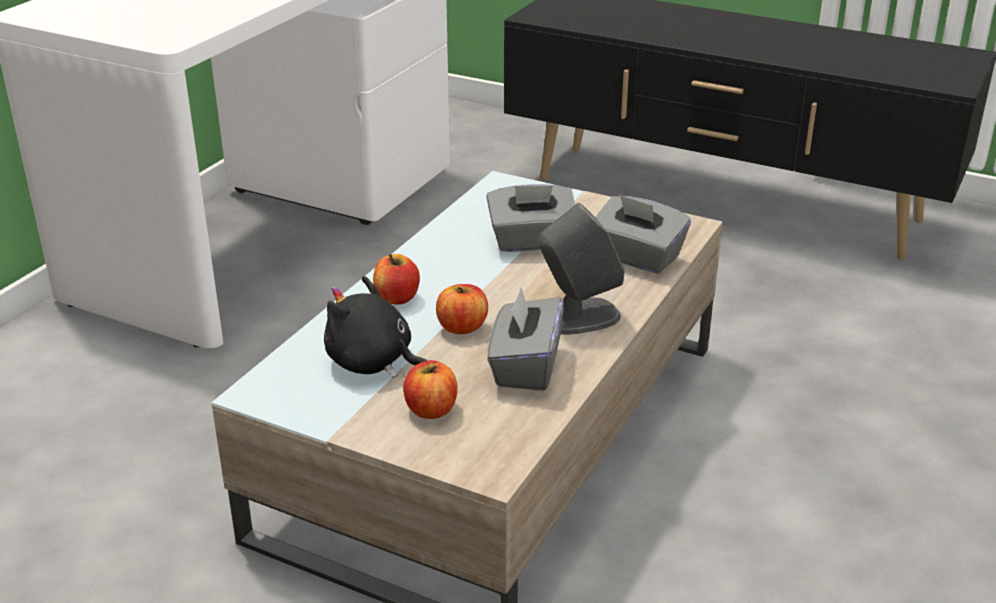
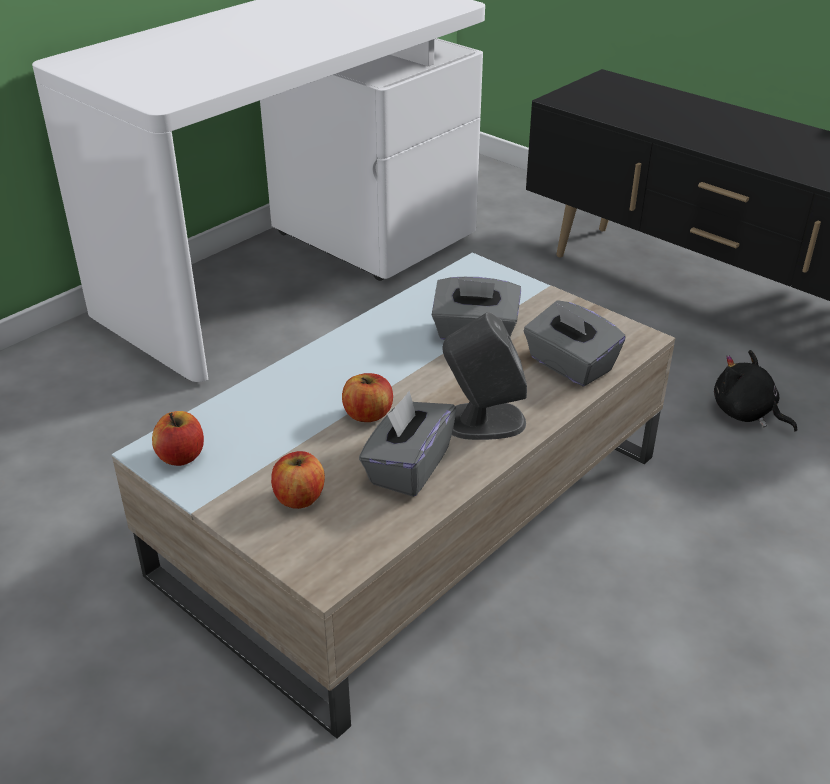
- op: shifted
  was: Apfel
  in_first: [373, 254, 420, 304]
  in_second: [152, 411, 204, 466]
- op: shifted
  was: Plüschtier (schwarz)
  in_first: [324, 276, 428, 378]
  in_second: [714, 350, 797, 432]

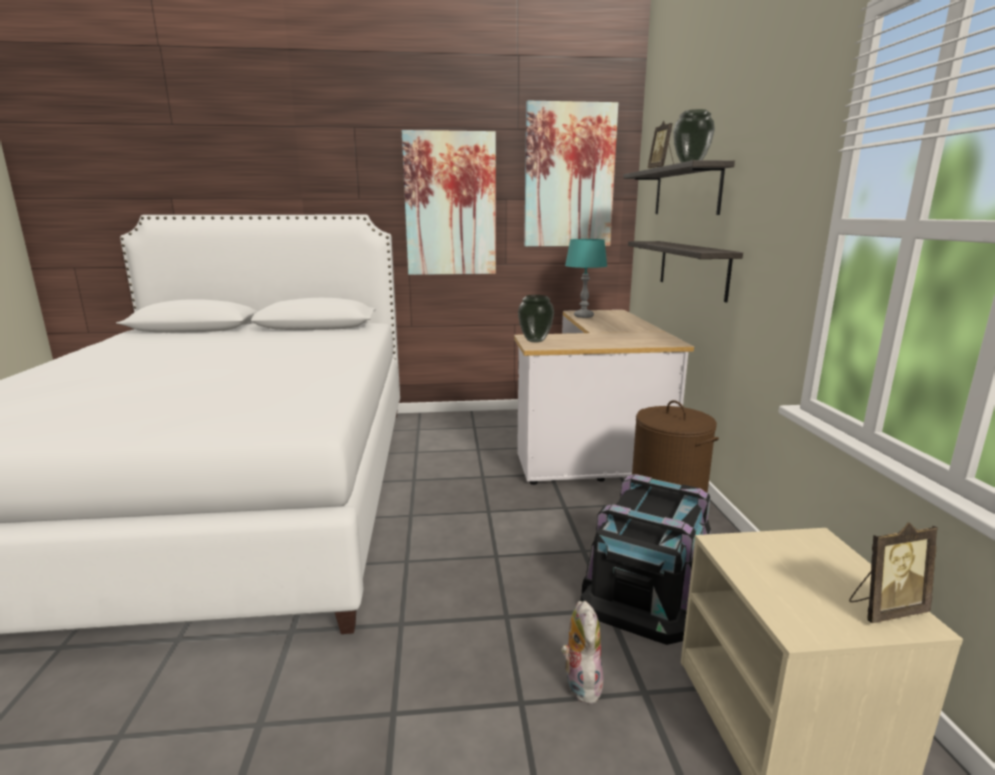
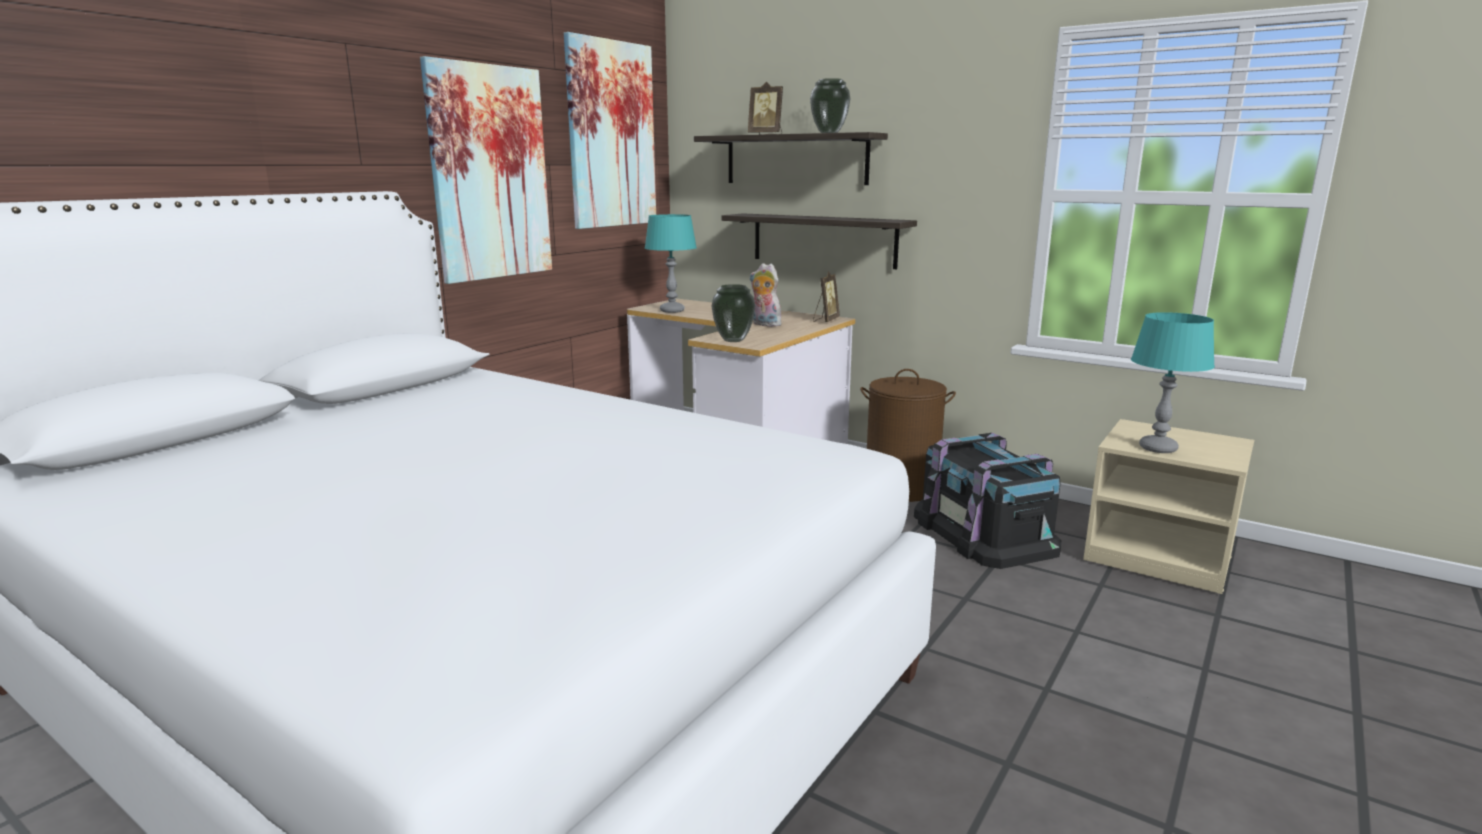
- op: shifted
  was: Plüschtier
  in_first: [561, 601, 605, 705]
  in_second: [750, 263, 781, 327]
- op: shifted
  was: Bilderrahmen
  in_first: [849, 522, 938, 623]
  in_second: [813, 271, 840, 322]
- op: new
  now: Tischlampe (türkis)
  in_second: [1131, 312, 1215, 453]

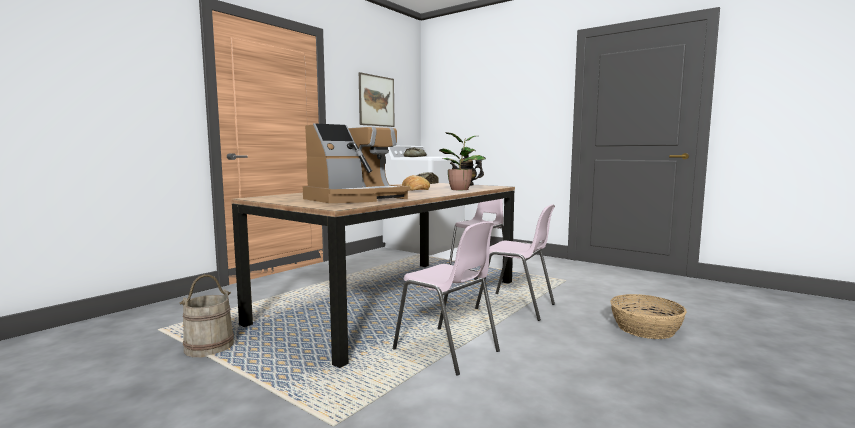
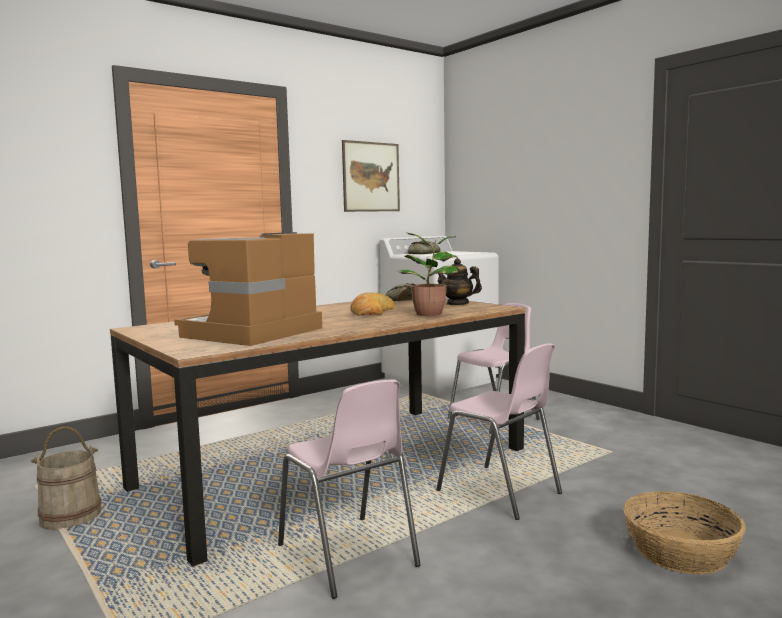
- op: rotated
  was: Kaffeemaschine
  in_first: [303, 123, 410, 203]
  in_second: [174, 232, 322, 346]
  clockwise: 150

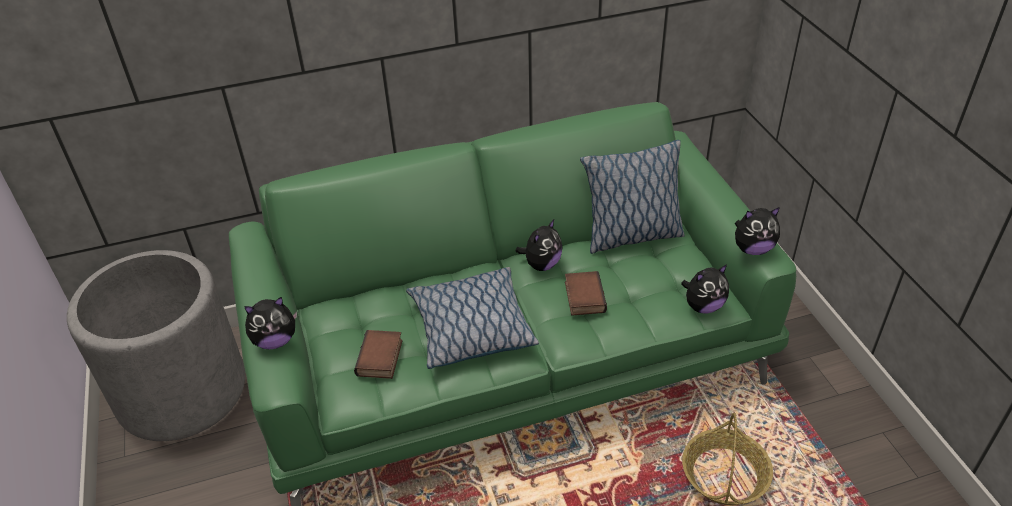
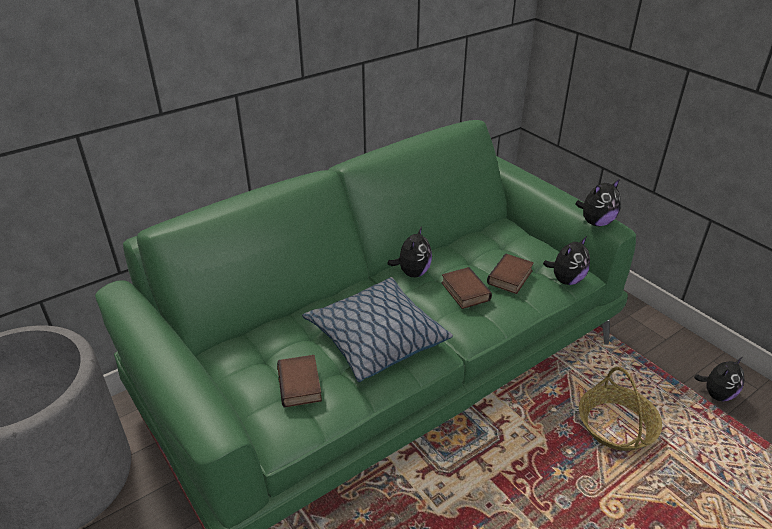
- op: new
  now: Buch
  in_second: [487, 253, 534, 294]
- op: shifted
  was: Plüschtier
  in_first: [244, 297, 297, 349]
  in_second: [694, 357, 744, 401]
- op: gone
  was: Kissen
  in_first: [580, 140, 685, 254]

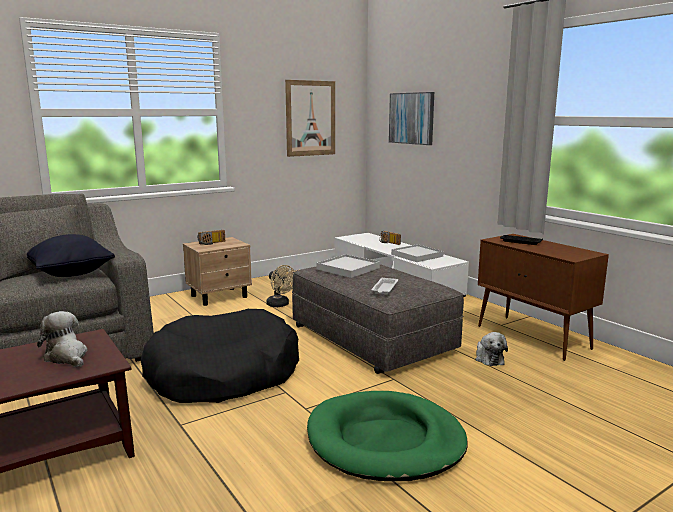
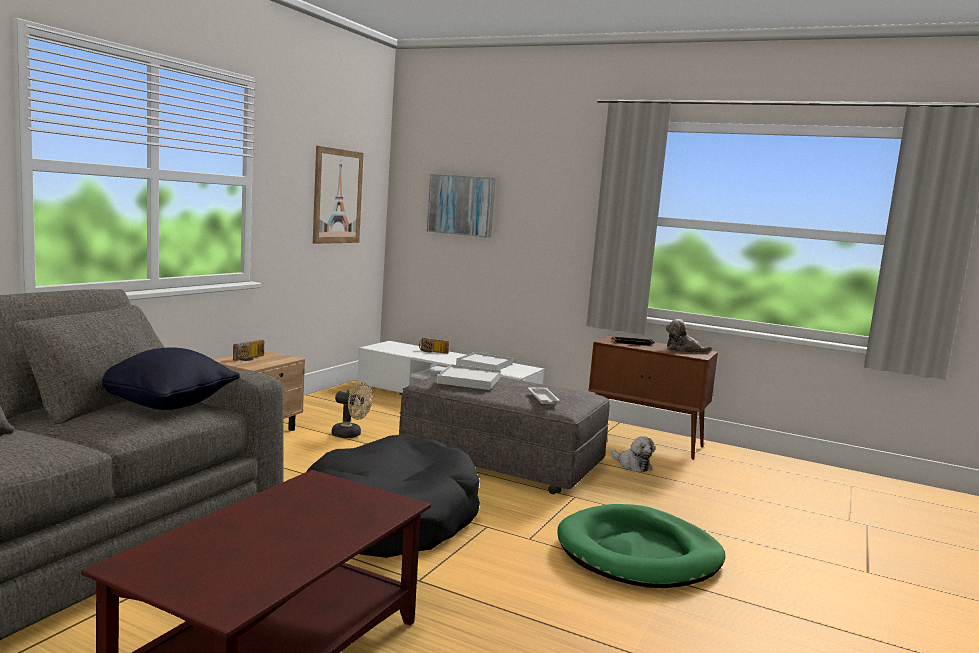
- op: shifted
  was: Plüschtier
  in_first: [37, 311, 88, 367]
  in_second: [666, 319, 712, 353]

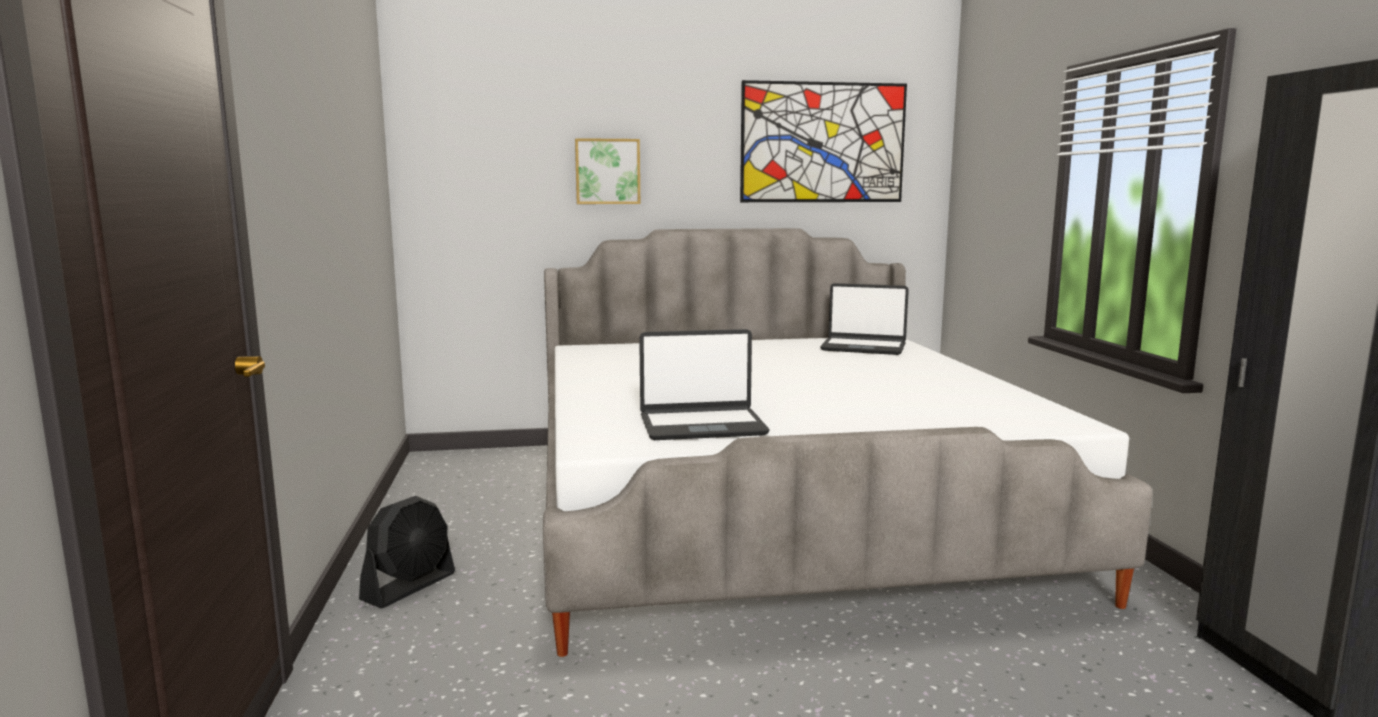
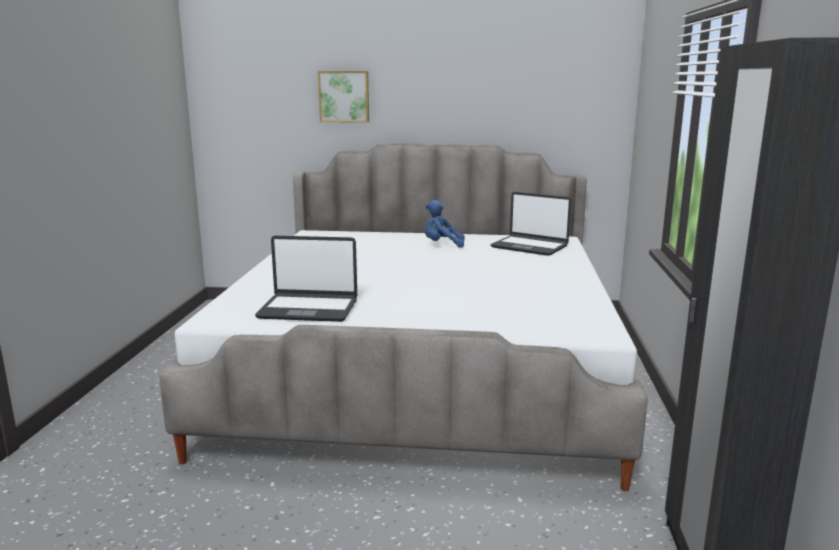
- op: new
  now: Plüschtier (blau)
  in_second: [425, 200, 465, 248]
- op: gone
  was: Ventilator (schwarz)
  in_first: [359, 496, 455, 608]
- op: gone
  was: Bild
  in_first: [740, 80, 907, 202]

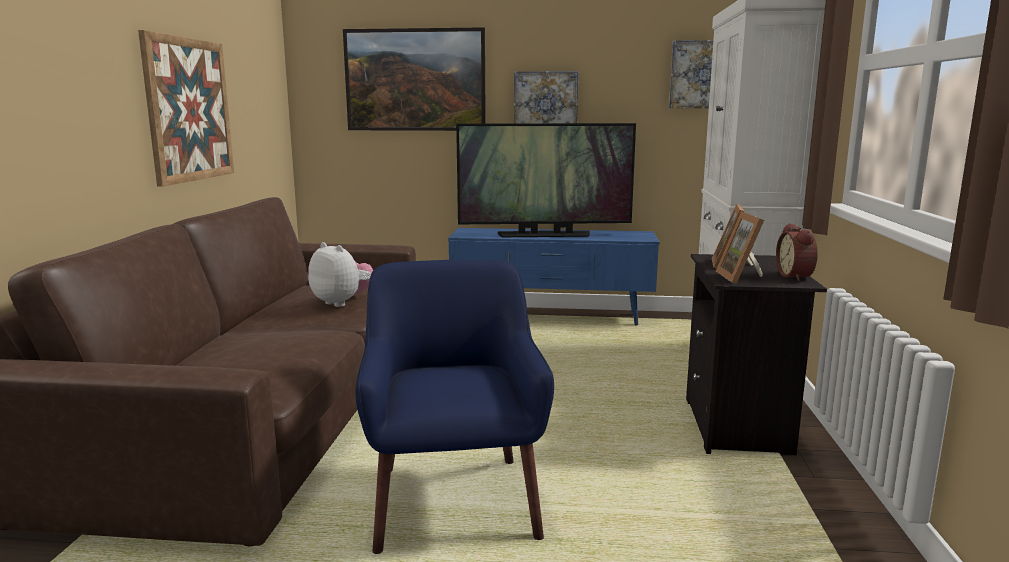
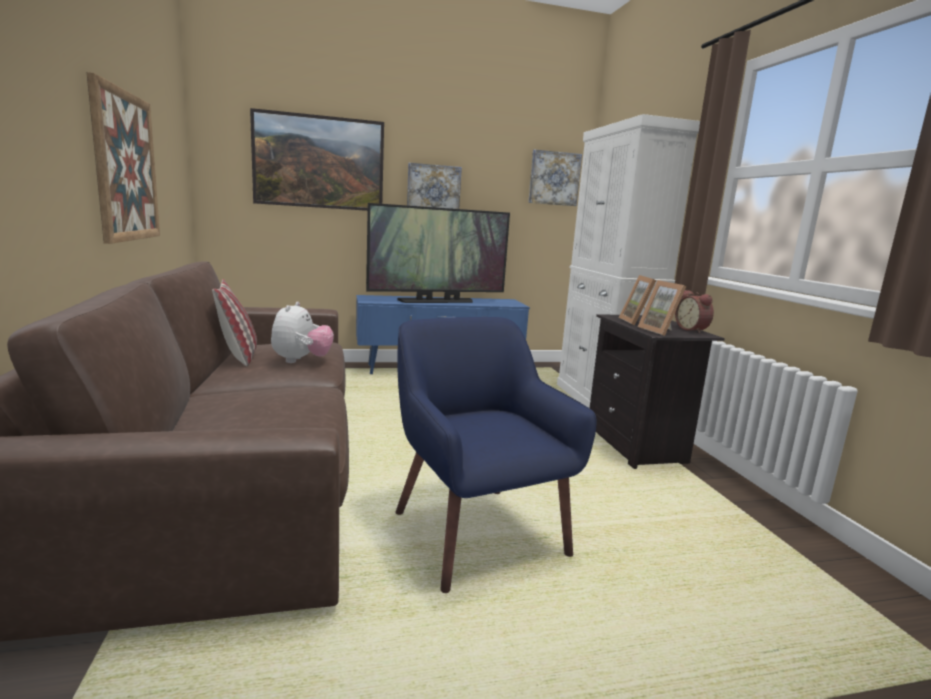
- op: new
  now: Kissen
  in_second: [212, 279, 257, 366]
- op: rotated
  was: Plüschtier
  in_first: [308, 242, 373, 307]
  in_second: [271, 302, 334, 363]
  clockwise: 75

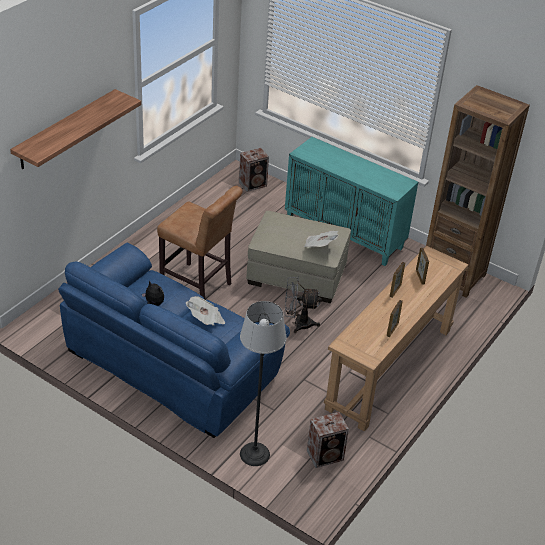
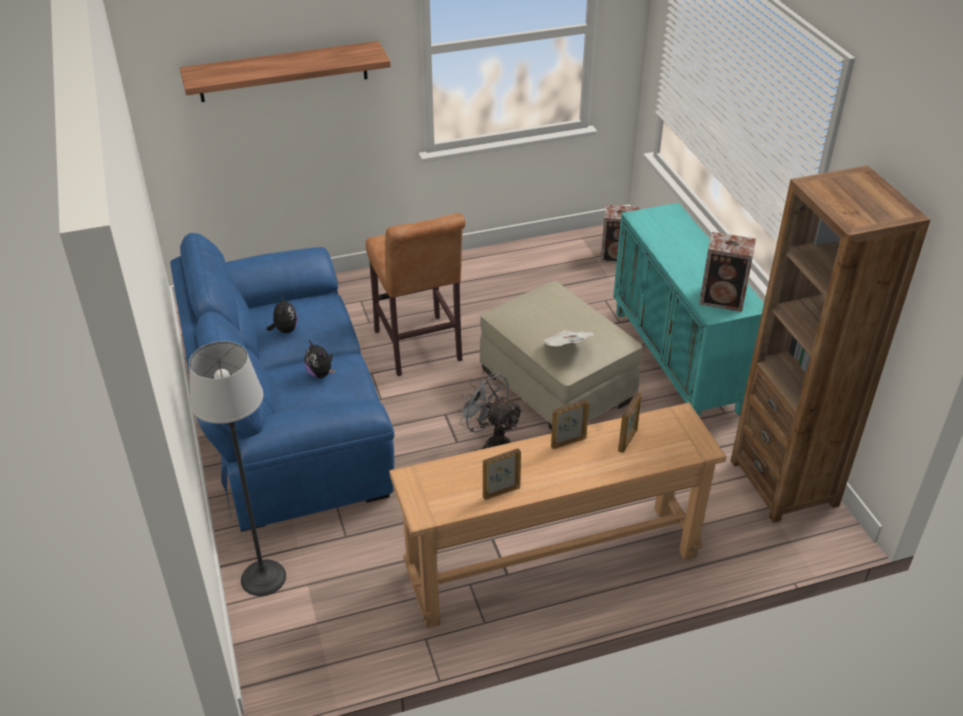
- op: swapped
  was: Zeitung
  now: Plüschtier
  in_first: [186, 296, 225, 326]
  in_second: [304, 340, 335, 378]
- op: shifted
  was: Lautsprecher
  in_first: [307, 412, 349, 468]
  in_second: [699, 232, 756, 312]

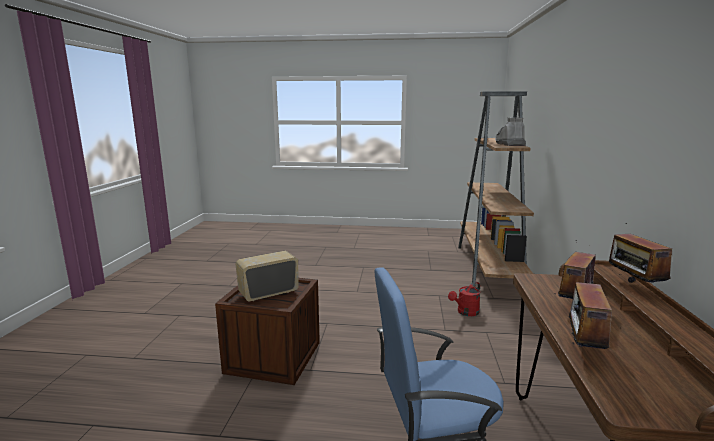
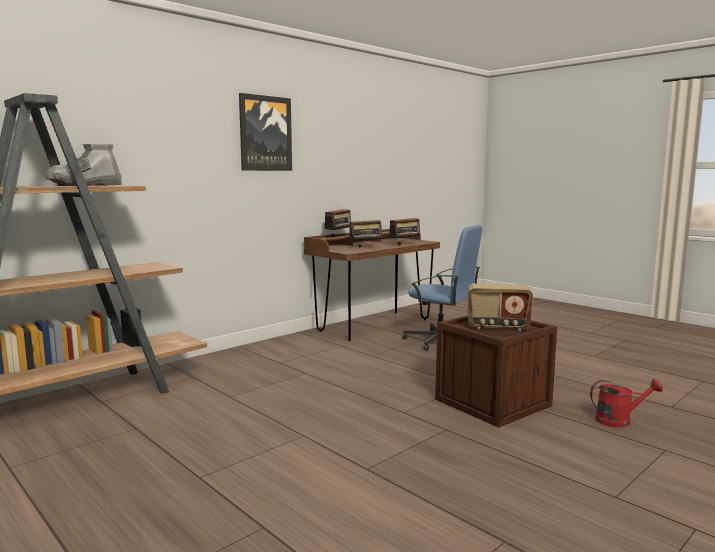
- op: new
  now: Bild
  in_second: [239, 93, 292, 171]
- op: shifted
  was: Gießkanne (rot)
  in_first: [448, 281, 480, 316]
  in_second: [590, 379, 663, 428]

